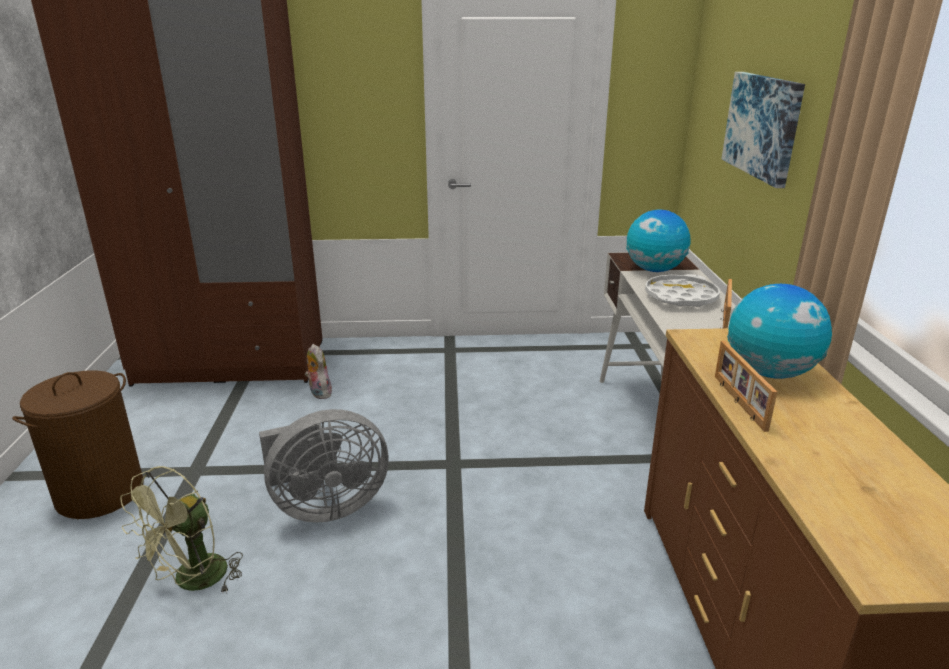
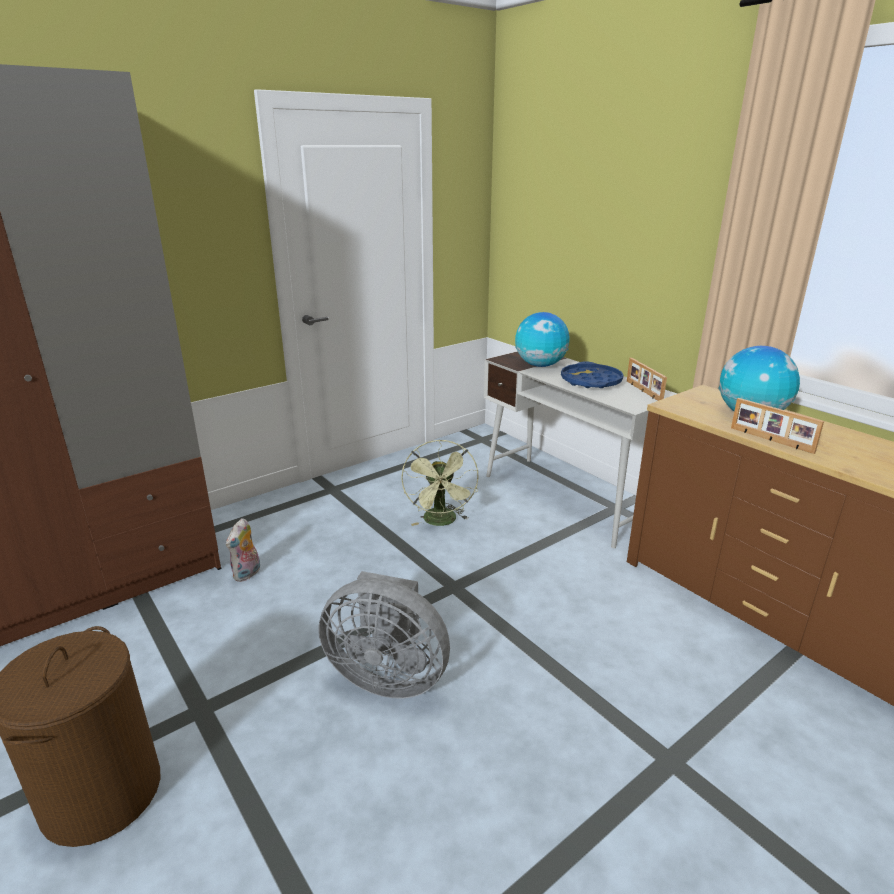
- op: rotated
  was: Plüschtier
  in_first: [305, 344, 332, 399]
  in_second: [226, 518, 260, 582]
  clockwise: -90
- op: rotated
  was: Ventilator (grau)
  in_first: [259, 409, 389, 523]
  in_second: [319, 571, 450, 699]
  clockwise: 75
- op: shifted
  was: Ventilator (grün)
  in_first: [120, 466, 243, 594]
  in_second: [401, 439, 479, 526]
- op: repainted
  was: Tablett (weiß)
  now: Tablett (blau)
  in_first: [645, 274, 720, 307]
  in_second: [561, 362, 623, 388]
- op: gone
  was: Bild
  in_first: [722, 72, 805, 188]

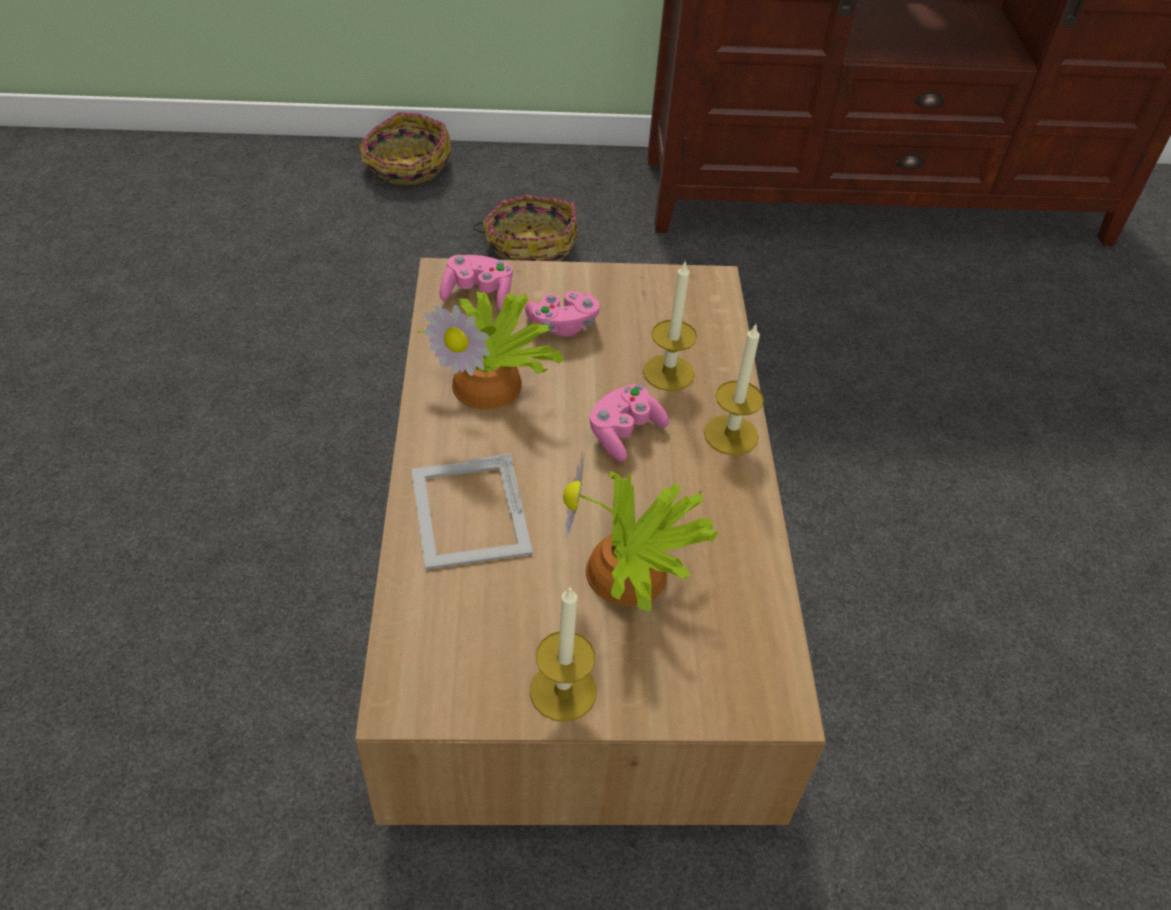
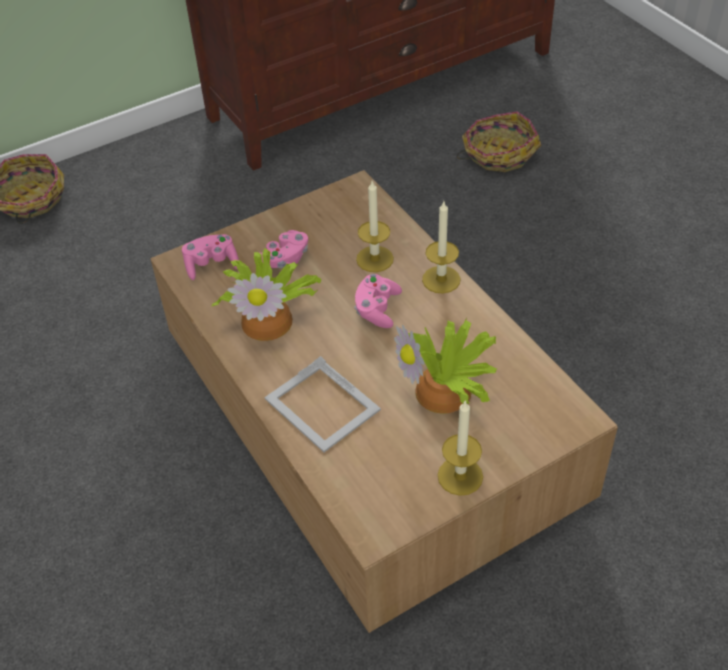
- op: shifted
  was: Korb
  in_first: [473, 195, 578, 261]
  in_second: [457, 111, 541, 172]

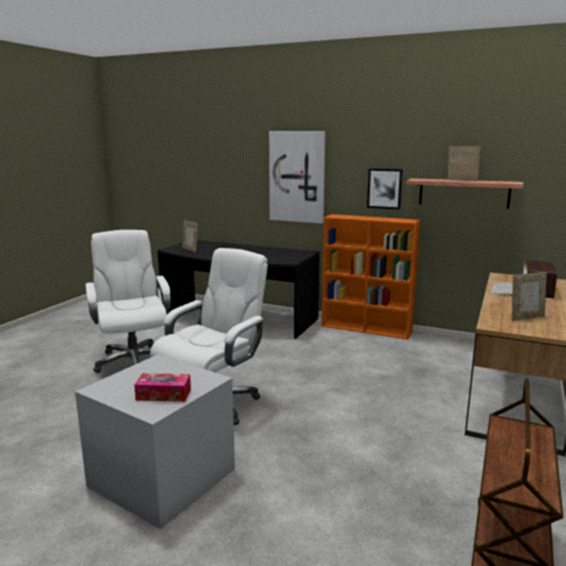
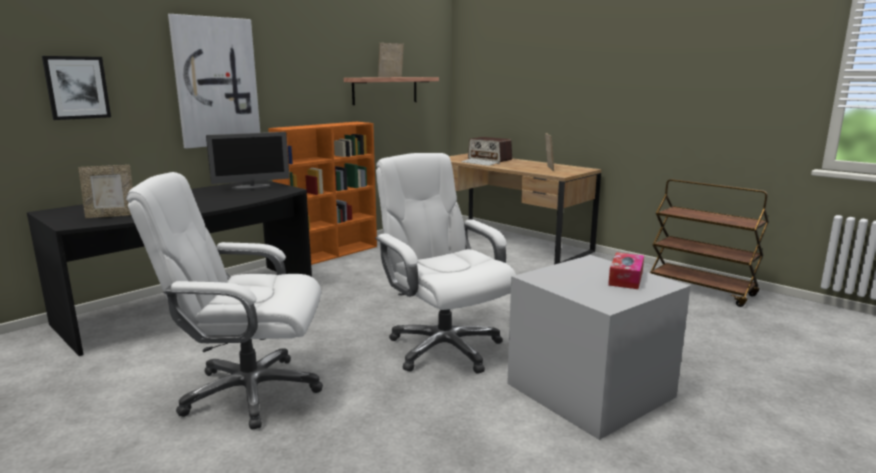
- op: shifted
  was: Bild
  in_first: [367, 168, 403, 210]
  in_second: [42, 56, 111, 120]
- op: new
  now: Monitor
  in_second: [206, 132, 290, 190]

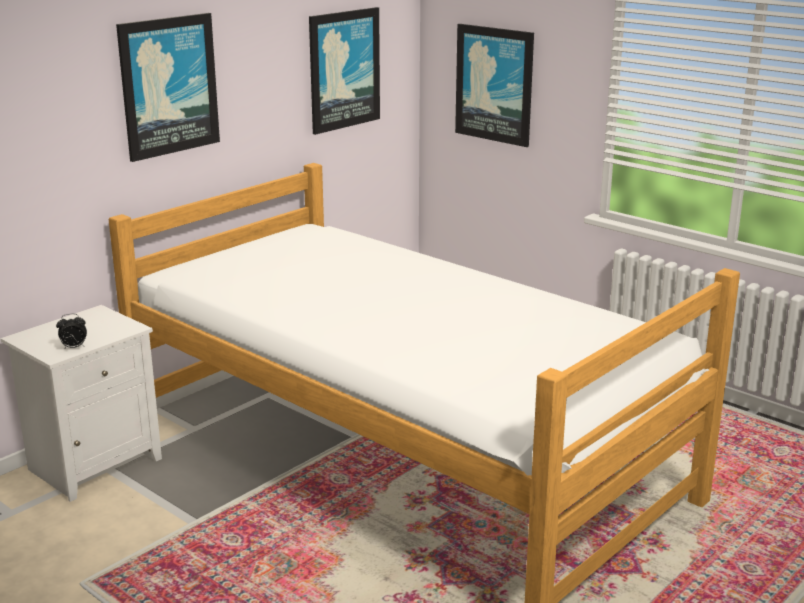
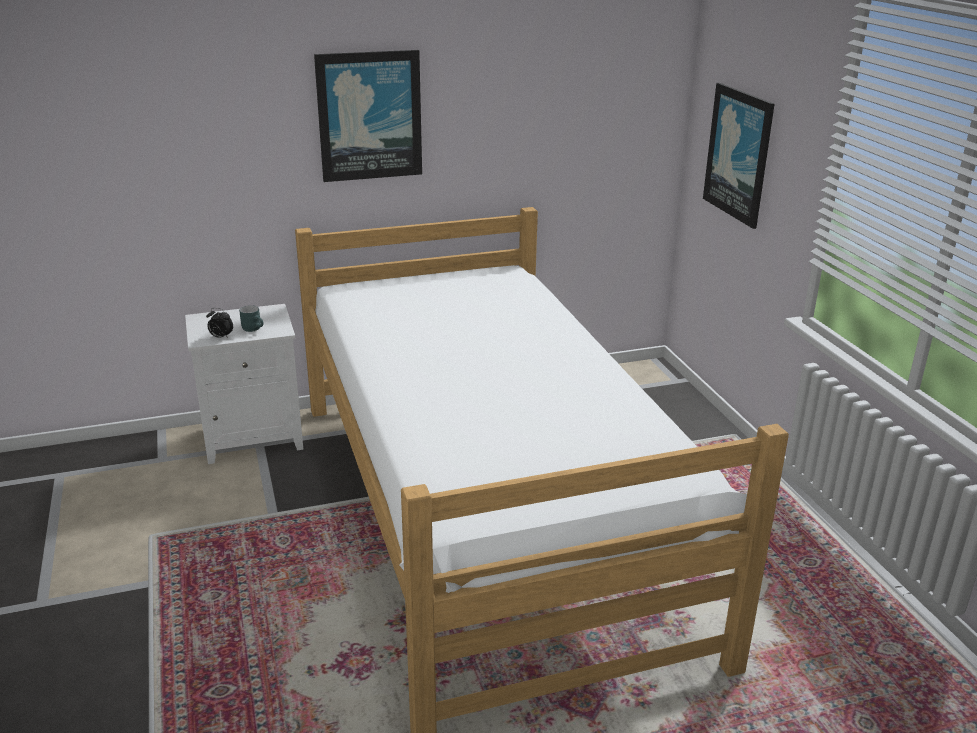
- op: new
  now: Henkelbecher (türkis)
  in_second: [239, 305, 264, 332]
- op: gone
  was: Bild
  in_first: [309, 7, 380, 135]

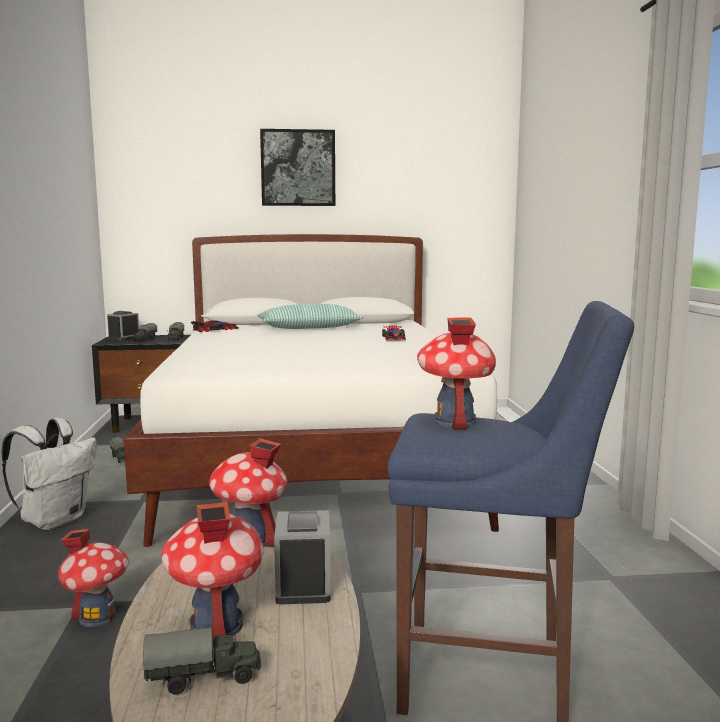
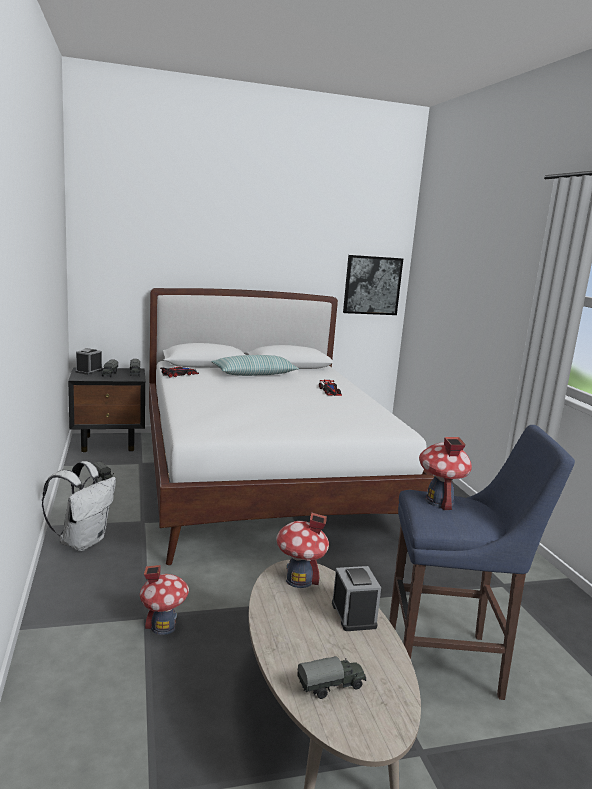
- op: shifted
  was: Bild
  in_first: [260, 129, 335, 206]
  in_second: [343, 255, 403, 315]
- op: gone
  was: Spielzeughaus
  in_first: [161, 502, 263, 648]

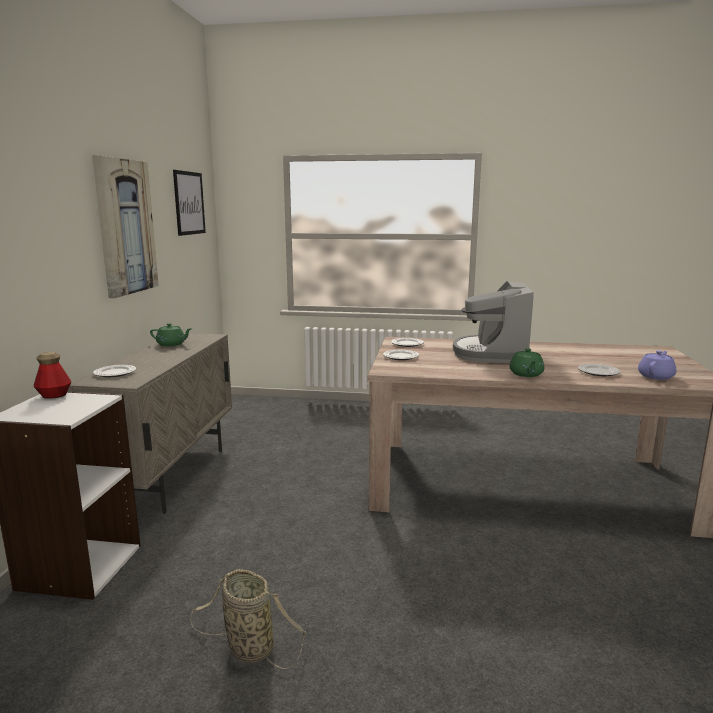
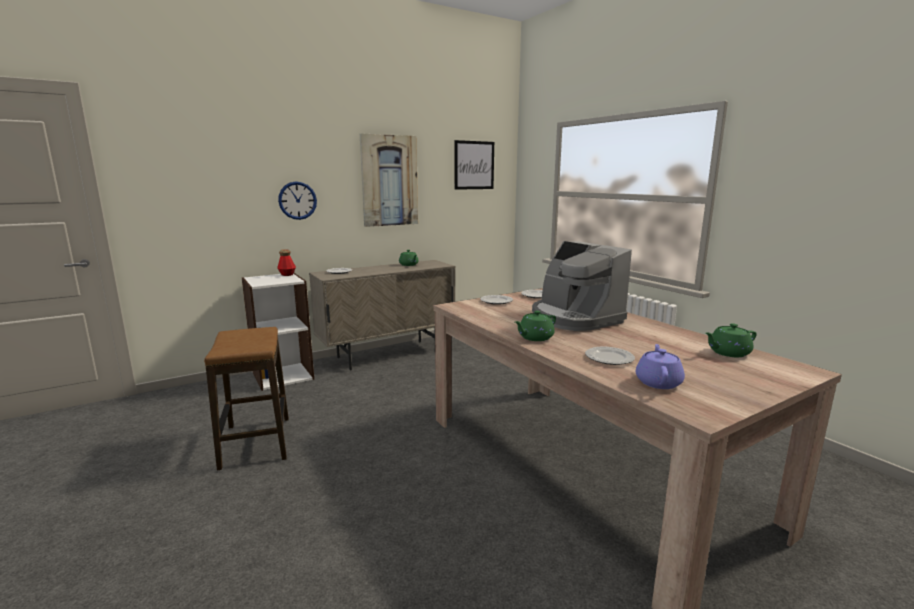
- op: swapped
  was: Korb
  now: Hocker
  in_first: [190, 569, 306, 669]
  in_second: [204, 327, 289, 471]
- op: new
  now: Wanduhr
  in_second: [278, 181, 317, 220]
- op: rotated
  was: Kaffeemaschine
  in_first: [453, 281, 534, 363]
  in_second: [532, 241, 632, 331]
  clockwise: -90
- op: rotated
  was: Teekanne (lila)
  in_first: [638, 351, 676, 380]
  in_second: [636, 344, 685, 389]
  clockwise: -75
- op: new
  now: Teekanne (grün)
  in_second: [705, 323, 757, 357]

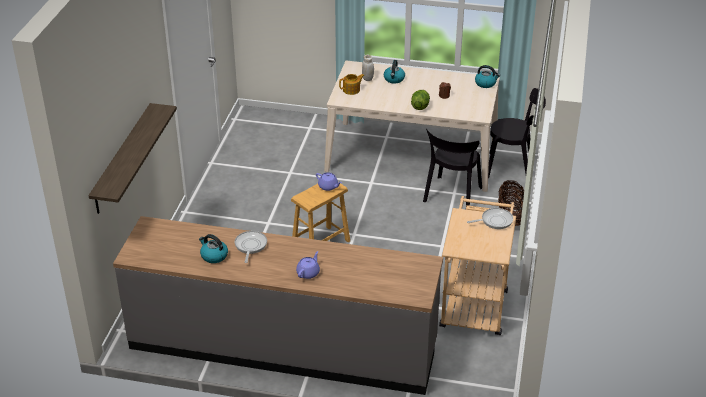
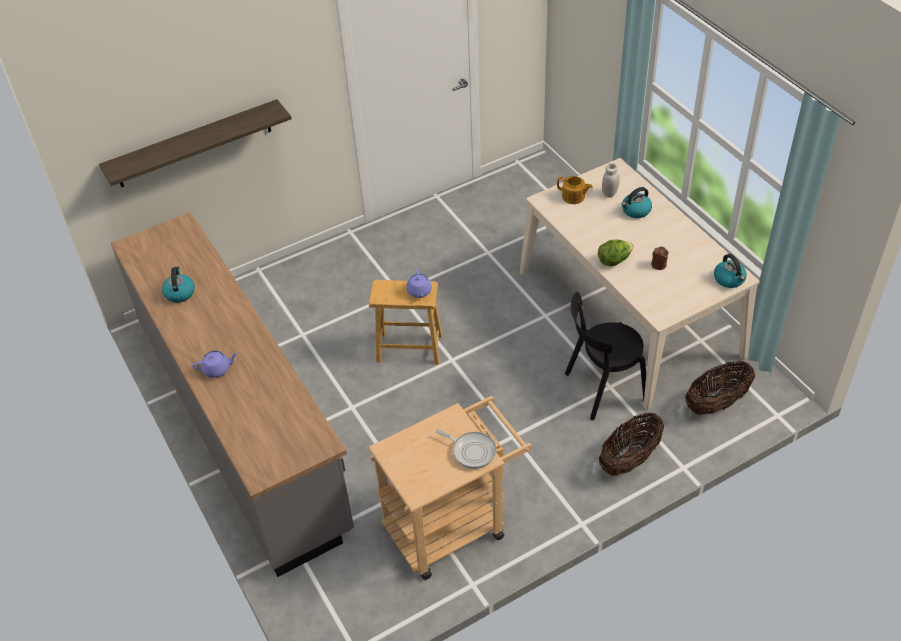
- op: swapped
  was: Stuhl (schwarz)
  now: Korb
  in_first: [488, 88, 546, 178]
  in_second: [685, 361, 755, 415]
- op: gone
  was: Pfanne
  in_first: [235, 231, 267, 263]

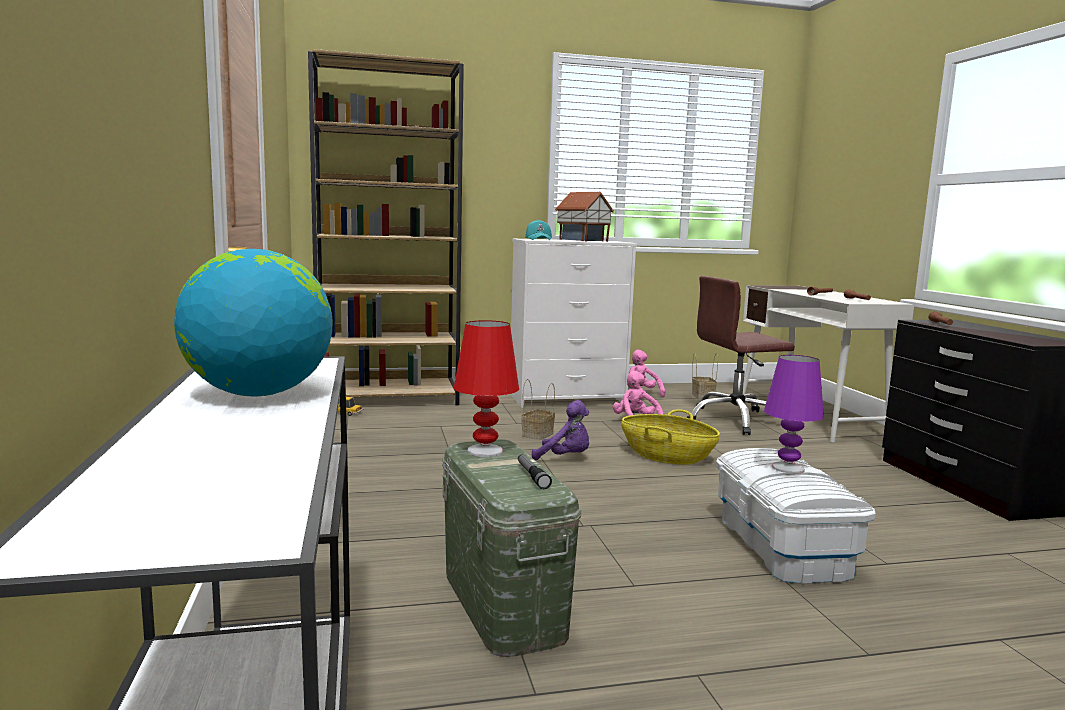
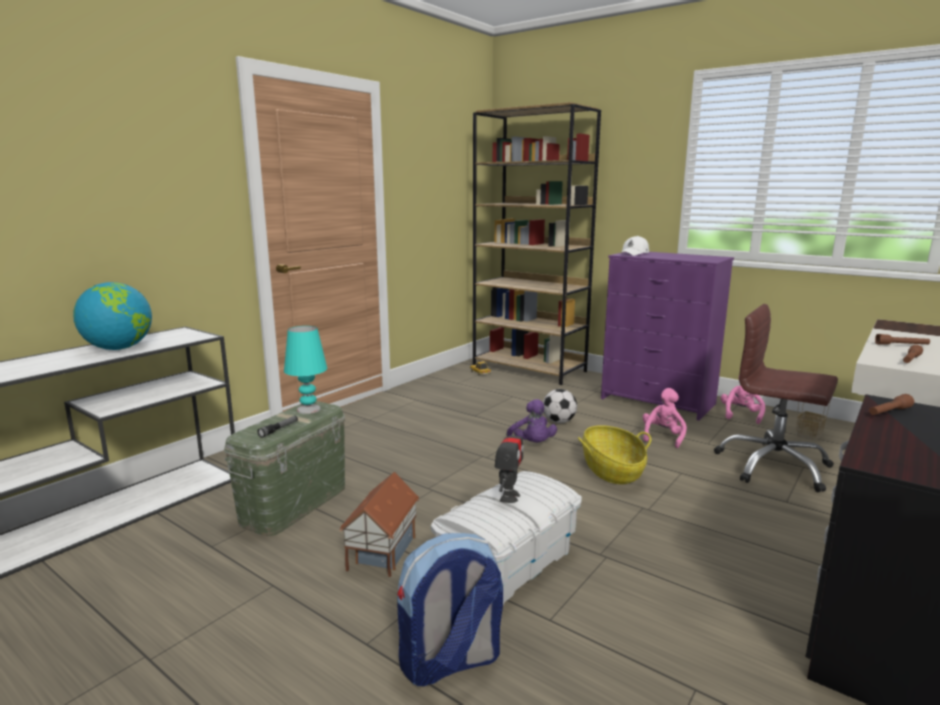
- op: repainted
  was: Tischlampe (rot)
  now: Tischlampe (türkis)
  in_first: [454, 320, 519, 457]
  in_second: [284, 326, 327, 414]
- op: shifted
  was: Spielzeughaus
  in_first: [555, 192, 614, 242]
  in_second: [339, 472, 419, 577]
- op: new
  now: Rucksack
  in_second: [397, 533, 503, 687]
- op: swapped
  was: Tischlampe (lila)
  now: Spielzeugroboter
  in_first: [764, 355, 824, 474]
  in_second: [495, 421, 524, 503]
- op: swapped
  was: Korb
  now: Fußball
  in_first: [521, 379, 555, 440]
  in_second: [543, 389, 577, 423]
- op: repainted
  was: Kommode (weiß)
  now: Kommode (lila)
  in_first: [510, 239, 637, 408]
  in_second: [601, 252, 734, 421]
- op: repainted
  was: Kappe (türkis)
  now: Kappe (weiß)
  in_first: [525, 220, 552, 240]
  in_second: [620, 236, 649, 256]

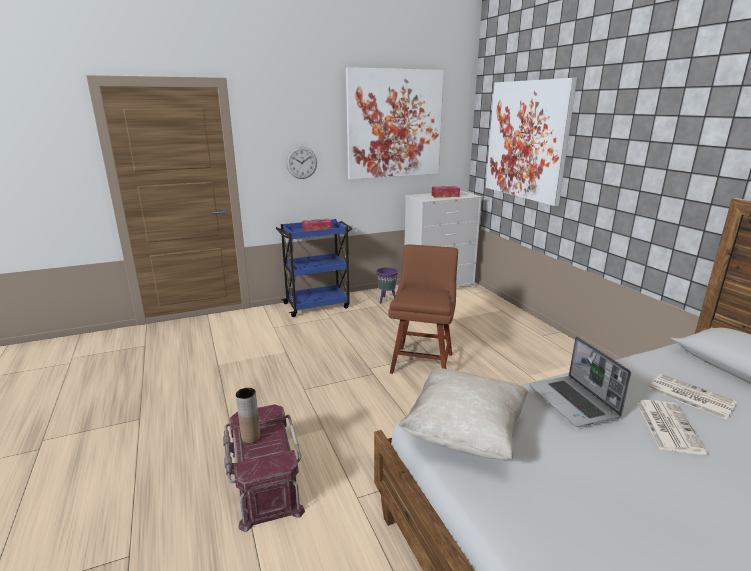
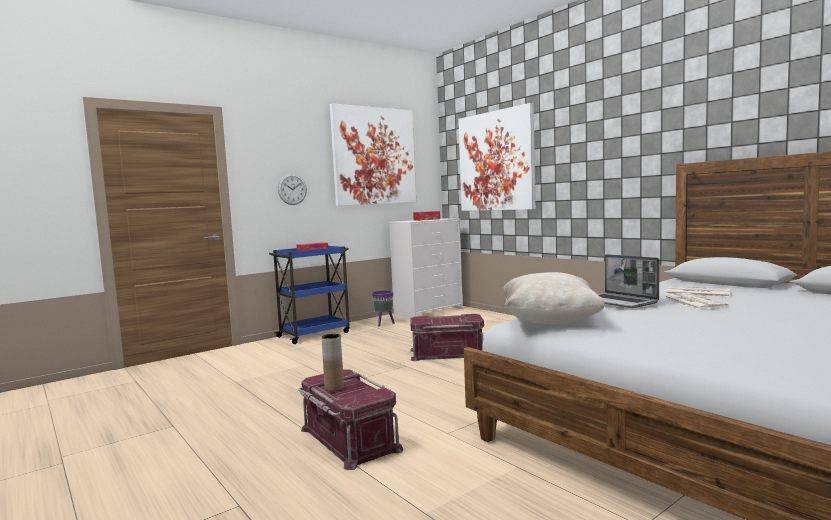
- op: swapped
  was: Stuhl (braun)
  now: Aufbewahrungsbox (rot)
  in_first: [388, 244, 458, 374]
  in_second: [410, 314, 484, 361]

